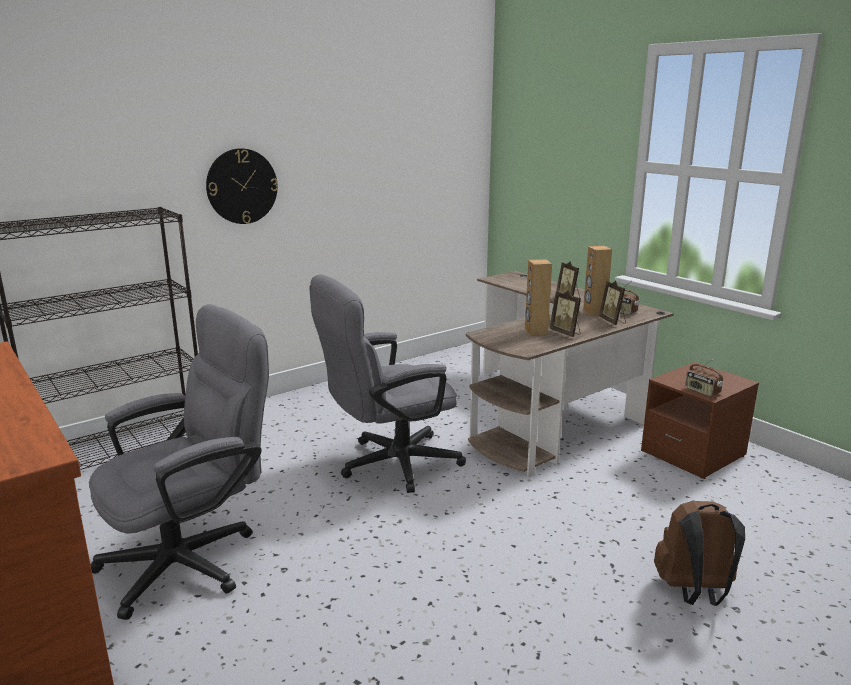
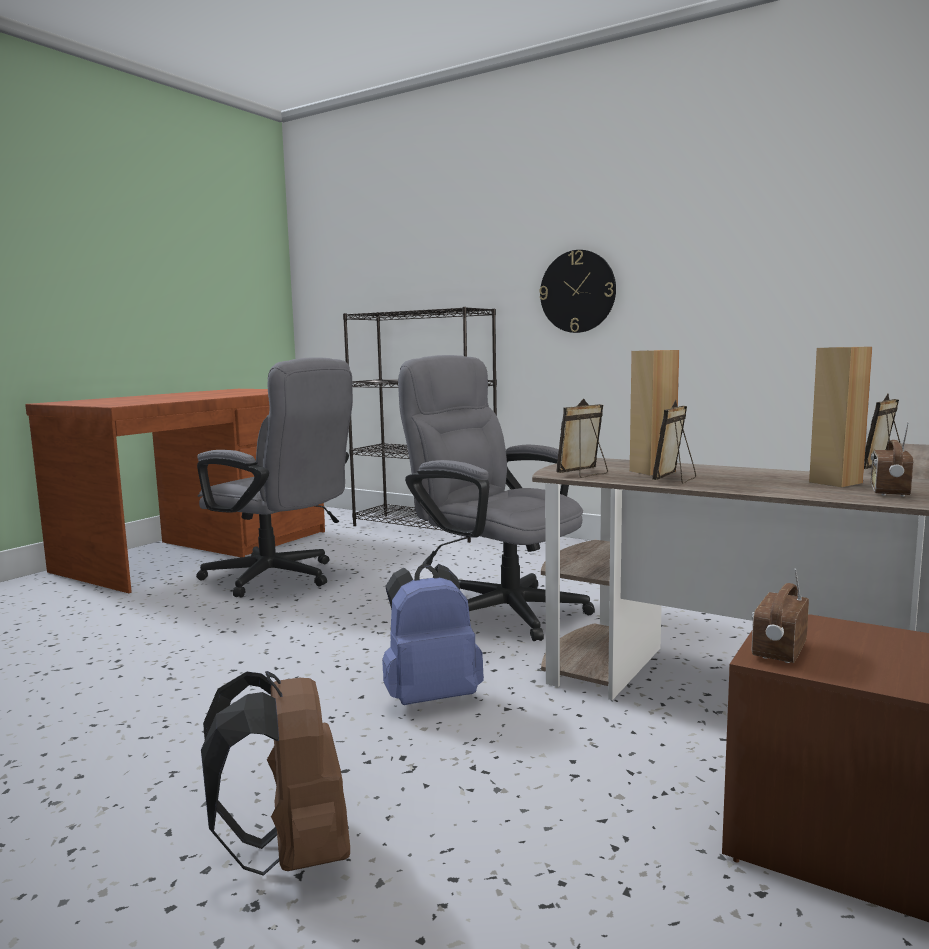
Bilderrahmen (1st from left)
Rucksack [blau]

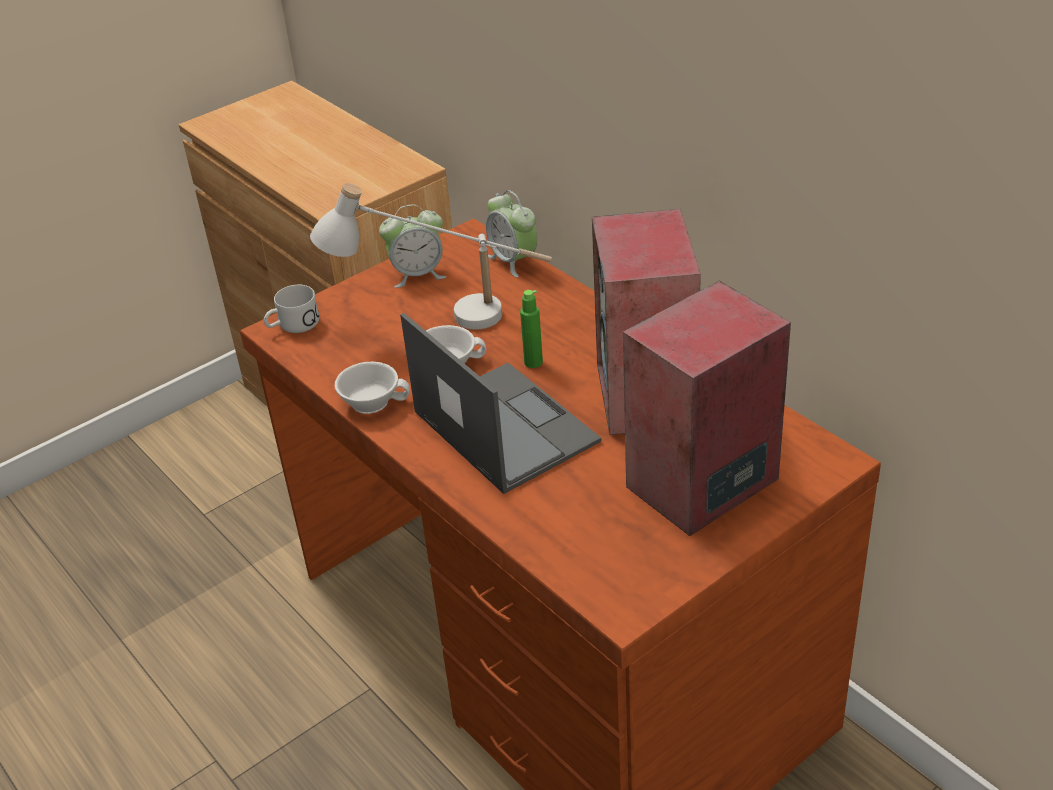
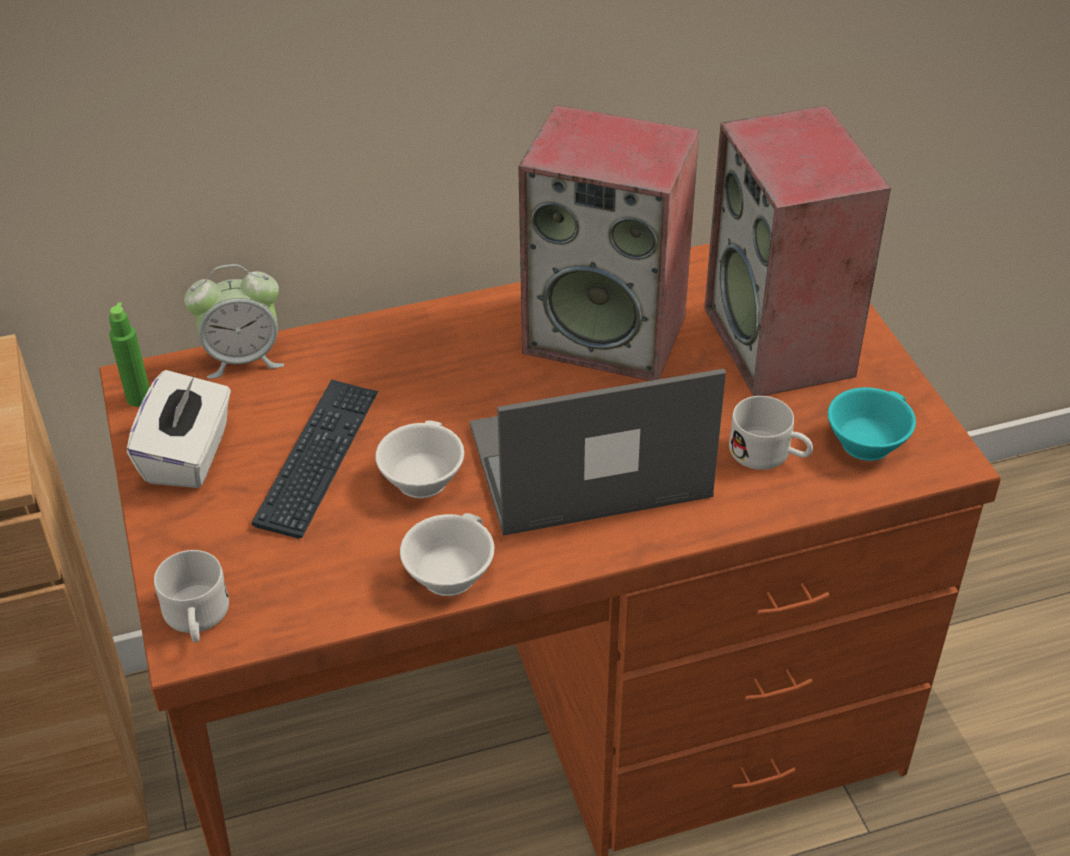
Tastatur
Taschentuchbox [weiß]
Flasche [grün]
Tasse [türkis]
Henkelbecher [weiß] (2nd from left)

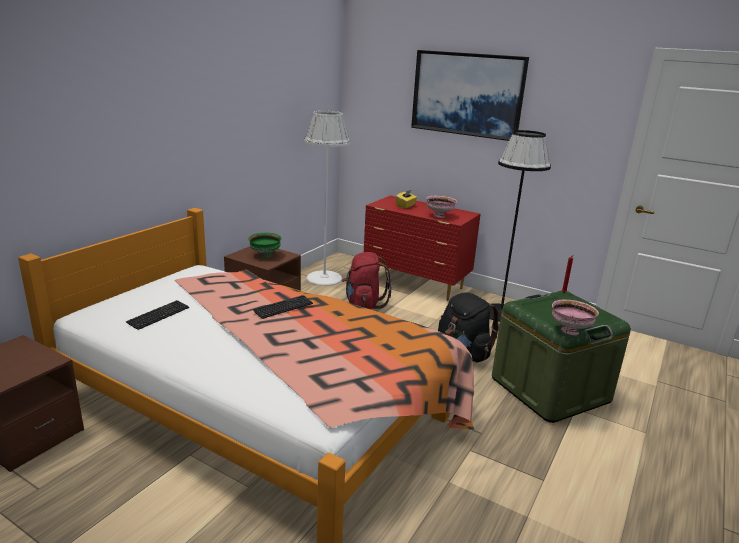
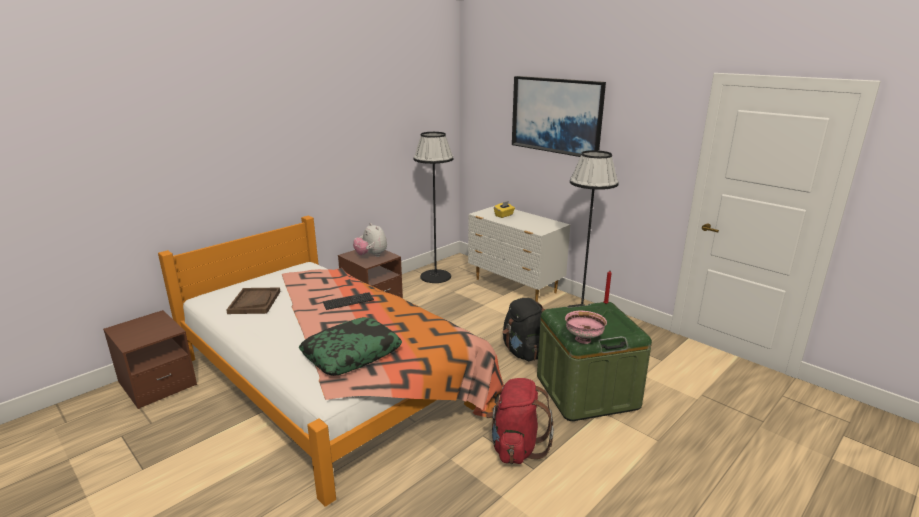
Stehlampe [schwarz] (1st from left)
Kommode [weiß]
Schüssel [rosa] (1st from left in the first image)
Plüschtier
Rucksack [rot]
Tablett [braun]
Kissen

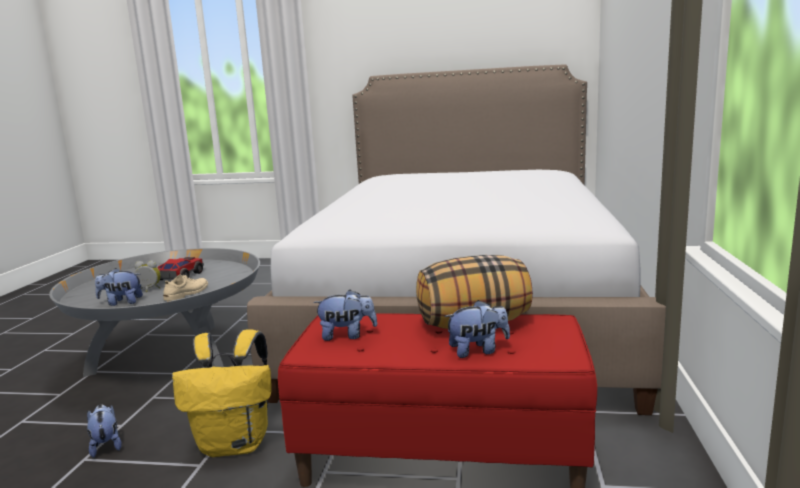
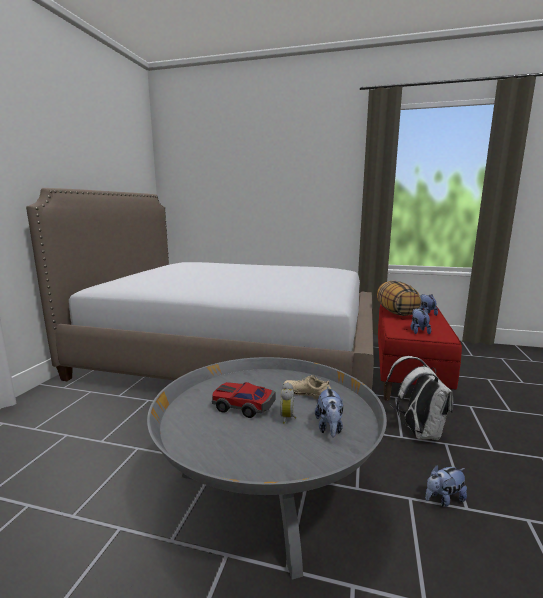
Rucksack [weiß]

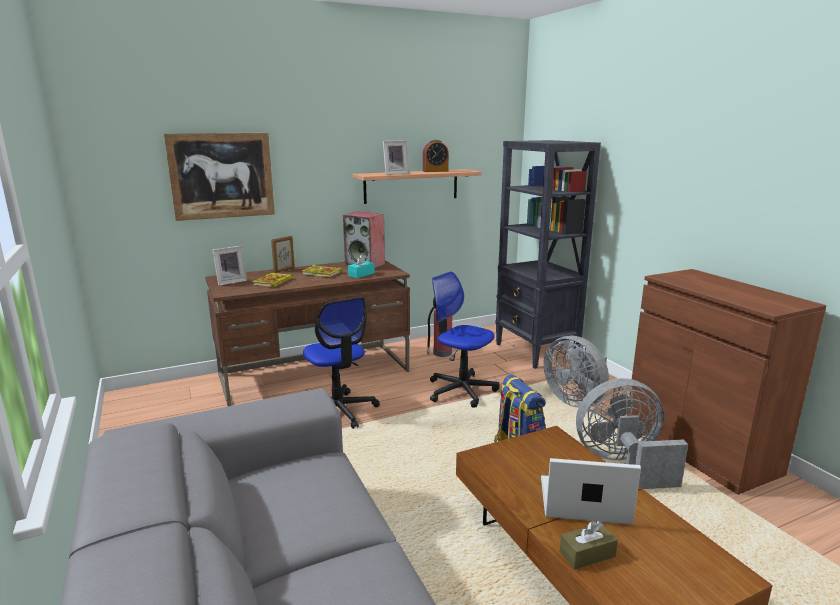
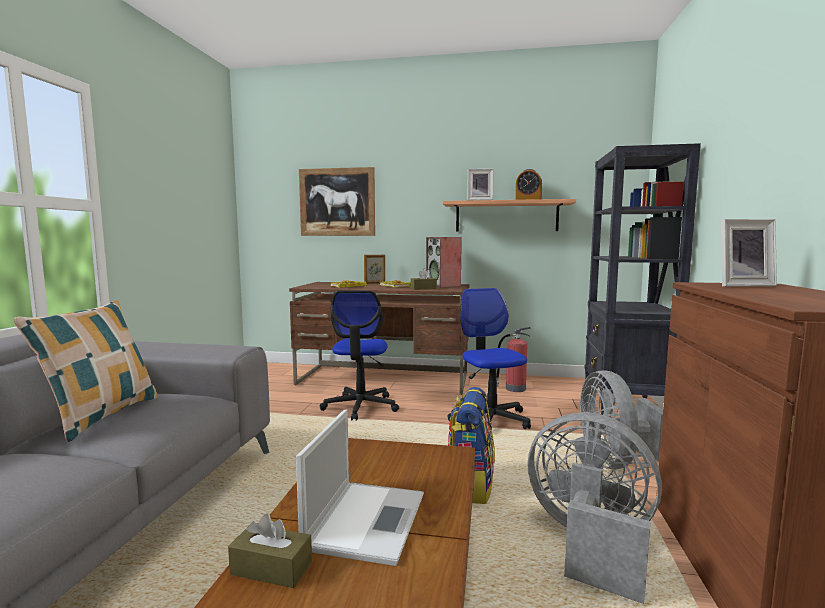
Bilderrahmen (3rd from left)
Taschentuchbox [braun] (2nd from left)
Laptop
Kissen

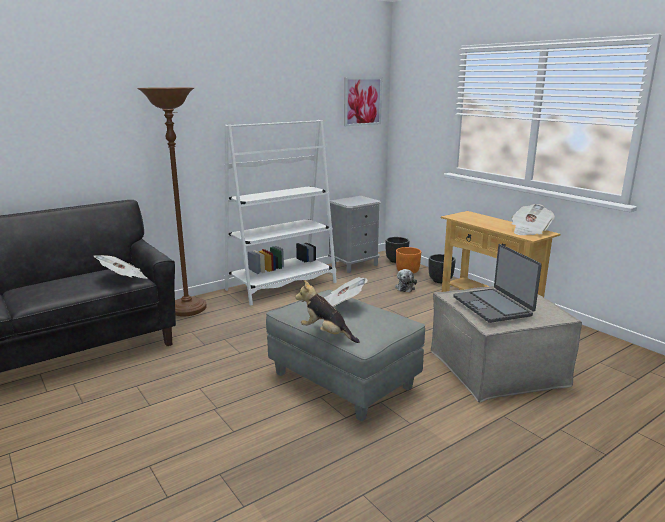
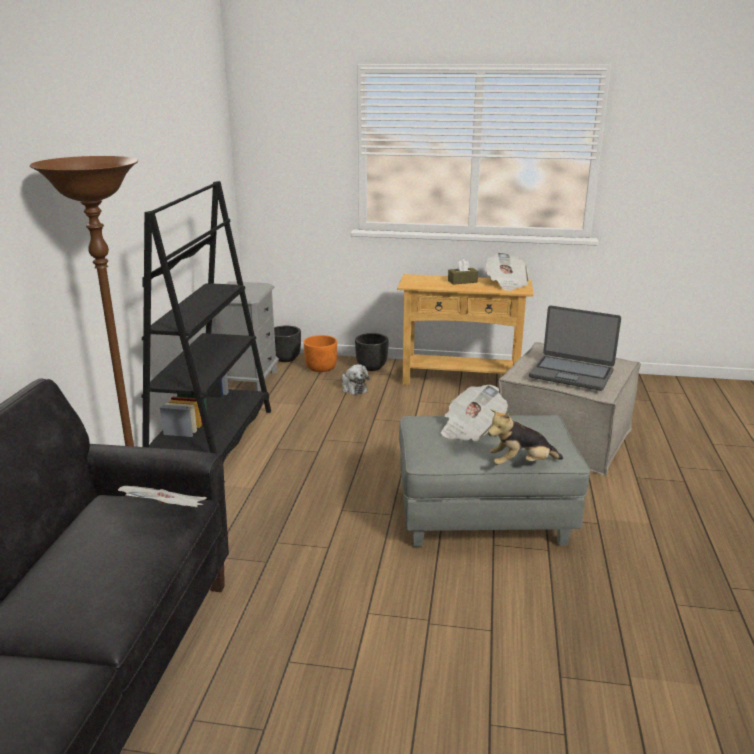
Bild
Bücherregal [schwarz]
Taschentuchbox [braun]

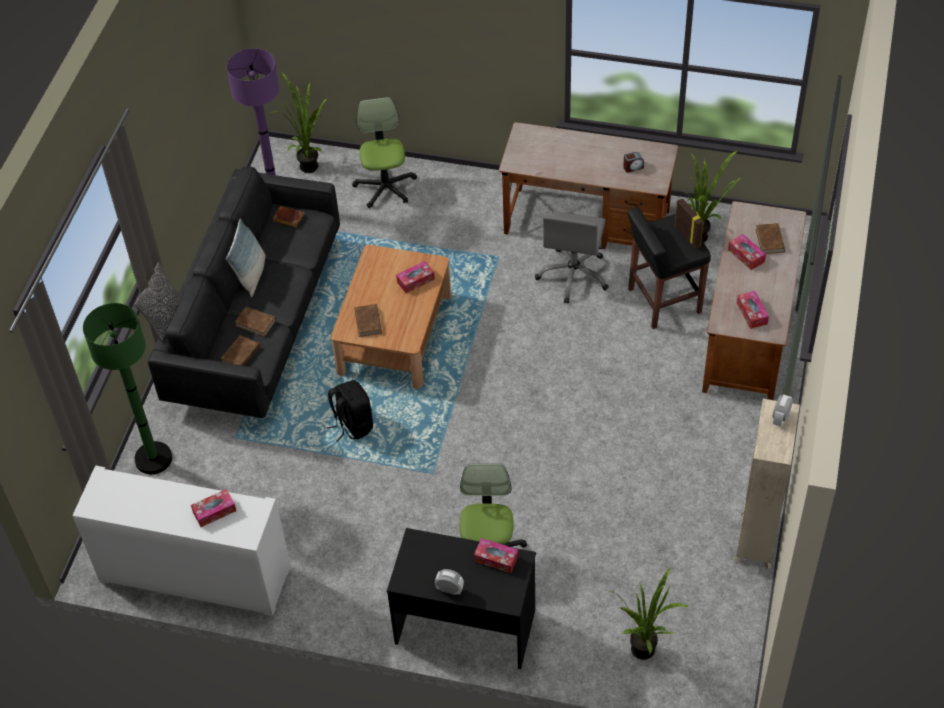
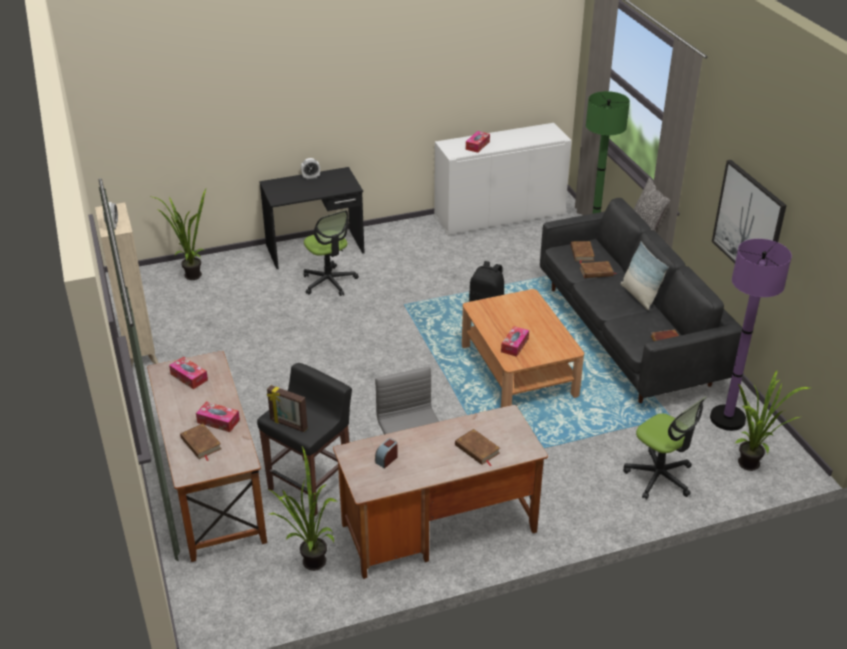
Buch [braun] (2nd from left)
Taschentuchbox (3rd from left in the first image)
Bild

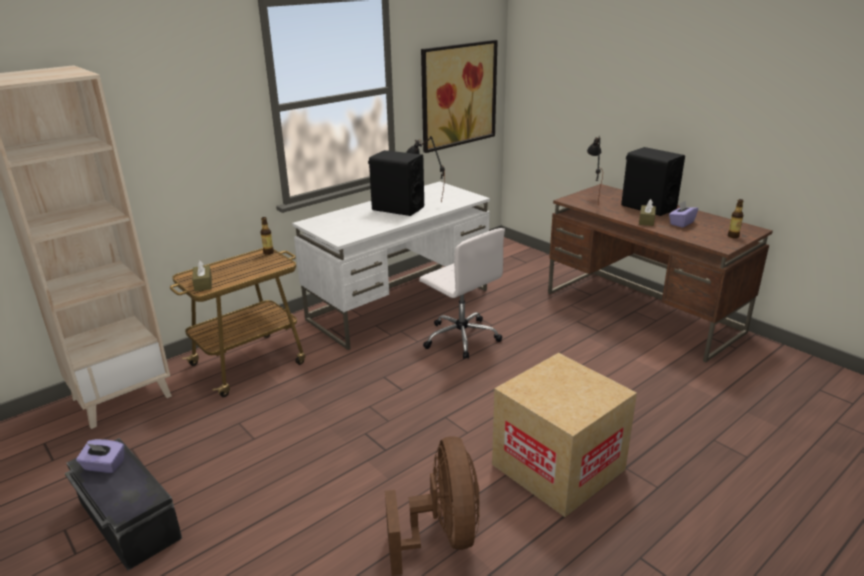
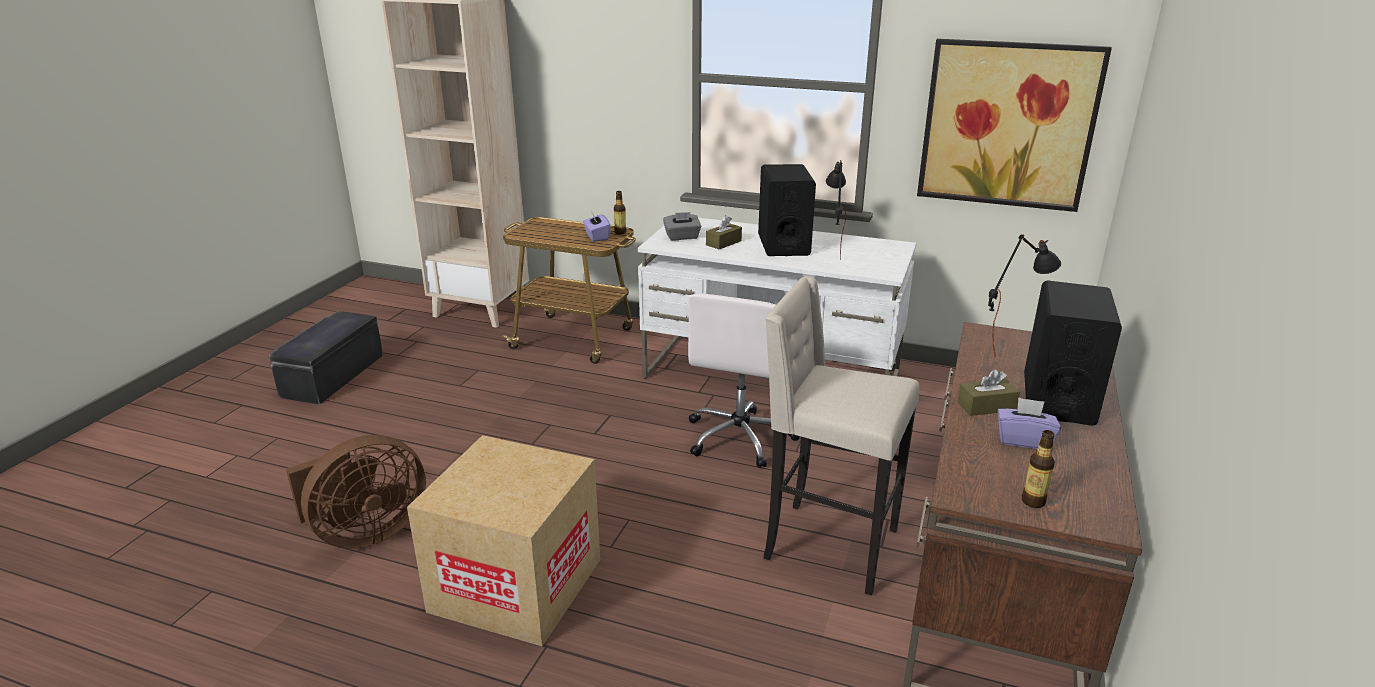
Taschentuchbox [braun] (1st from left)
Taschentuchbox [lila] (1st from left)
Taschentuchbox [grau]
Hocker [beige]

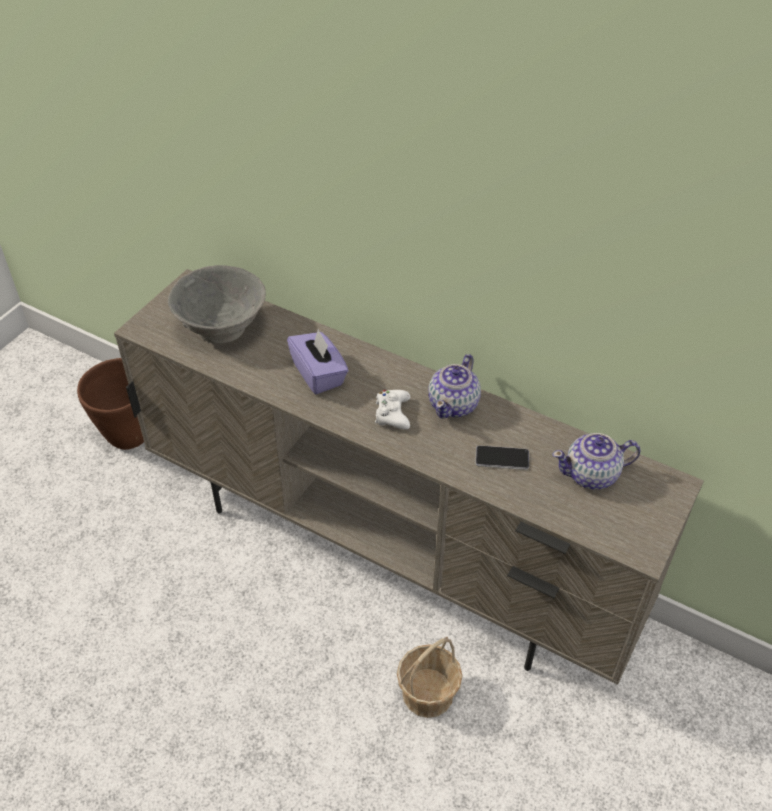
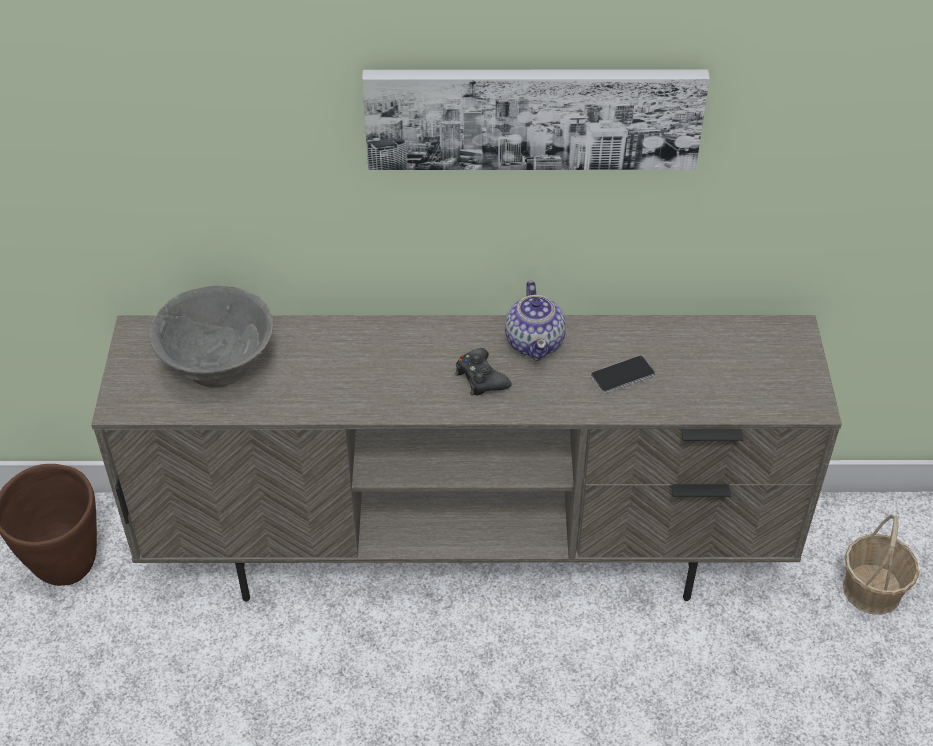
Taschentuchbox [lila]
Gamepad [schwarz]
Teekanne (2nd from left in the first image)
Korb
Bild

